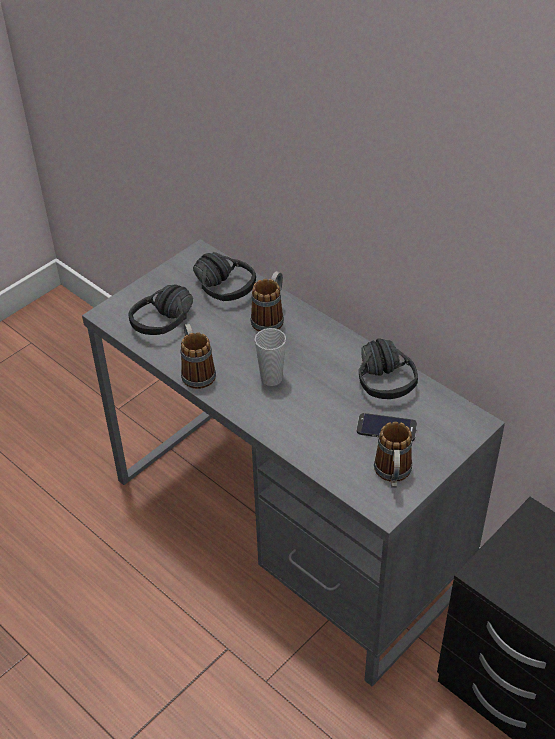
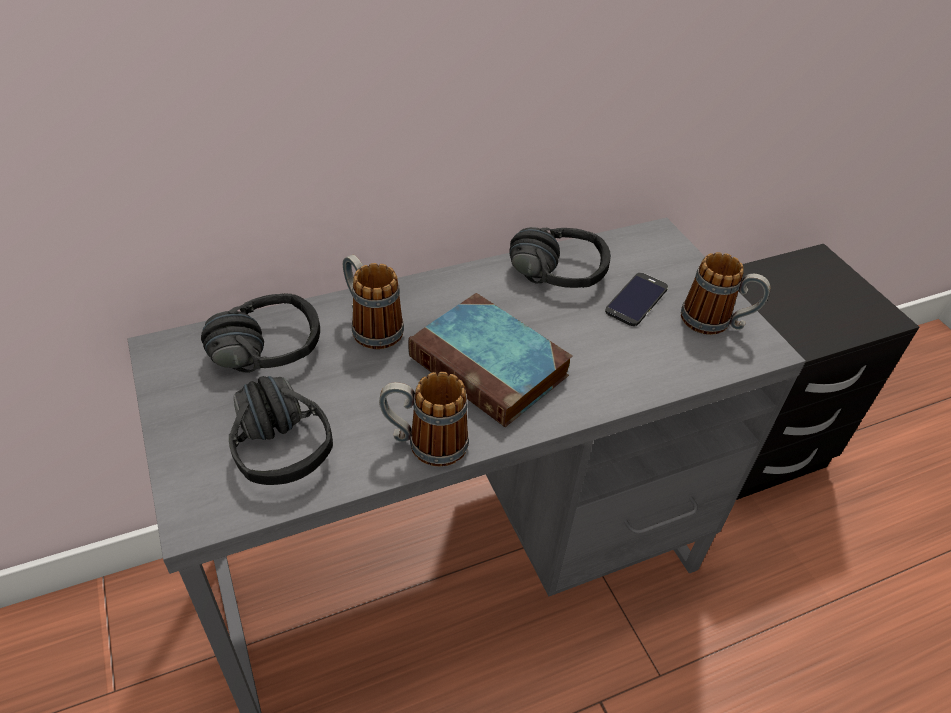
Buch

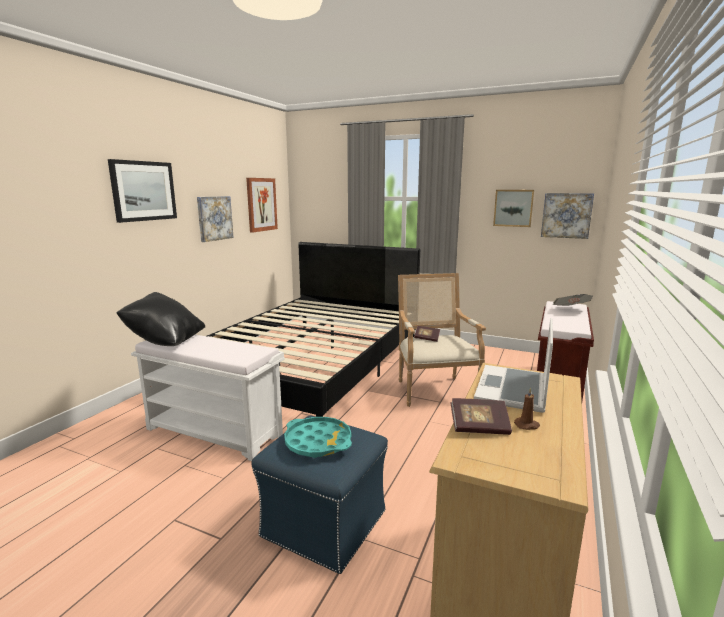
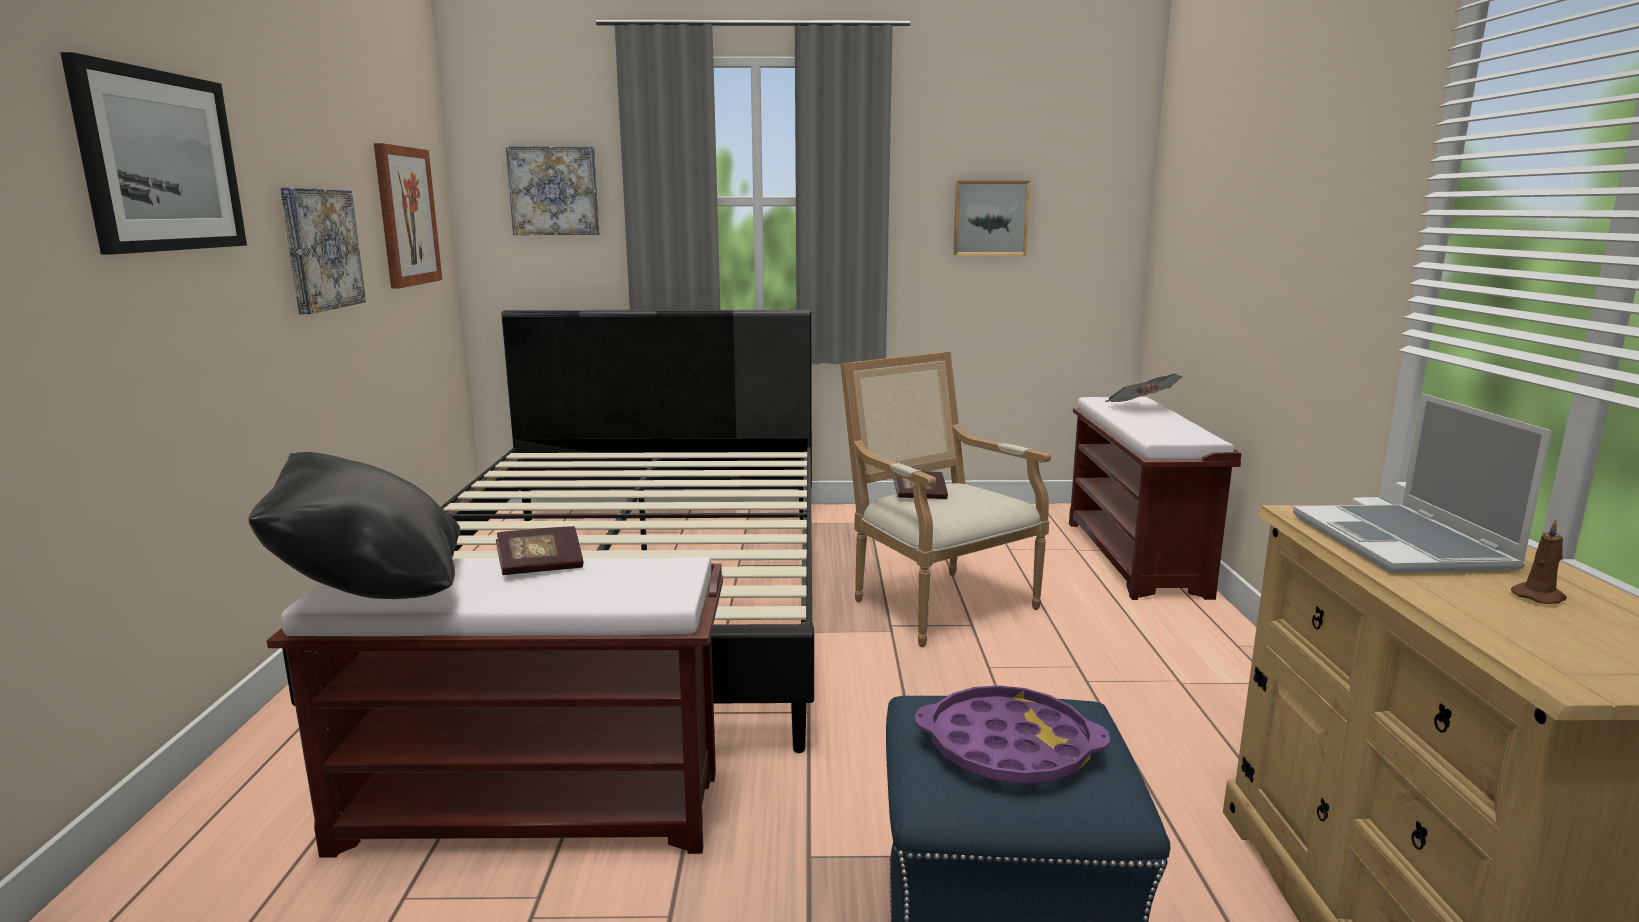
Bild (4th from left)
Bank [braun] (1st from left)
Buch (1st from left)
Tablett [lila]

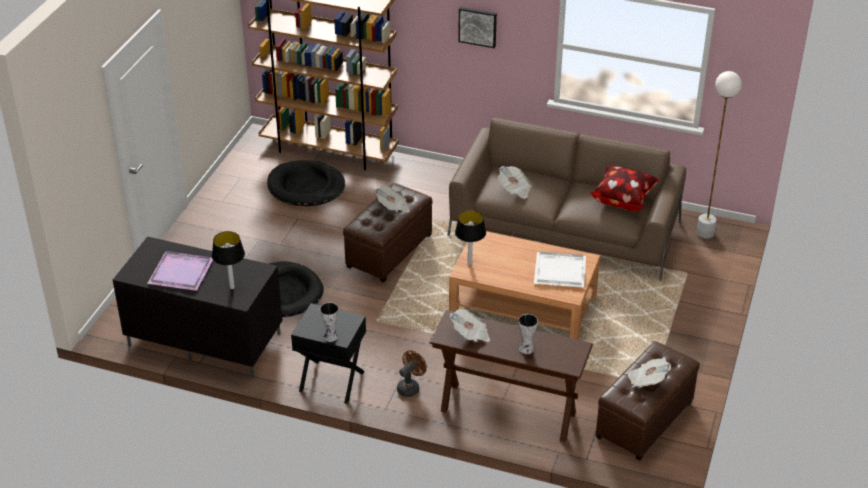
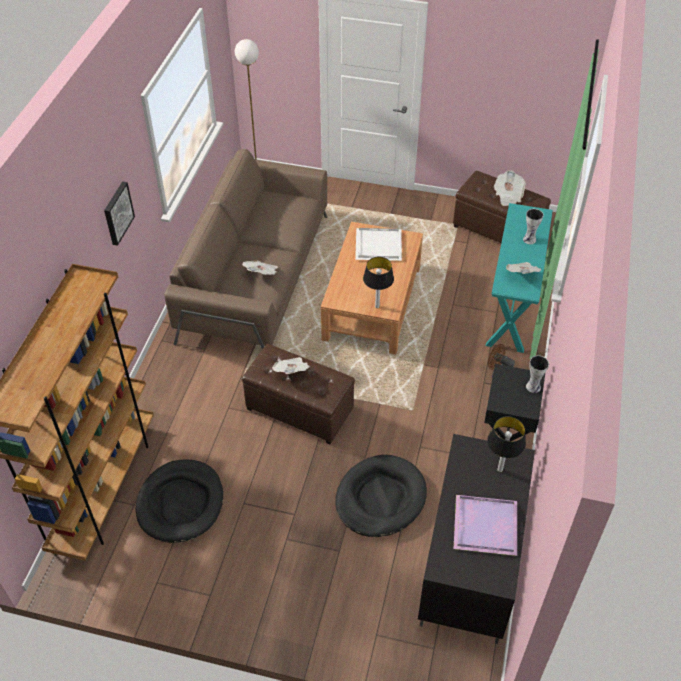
Kissen
Konsolentisch [türkis]

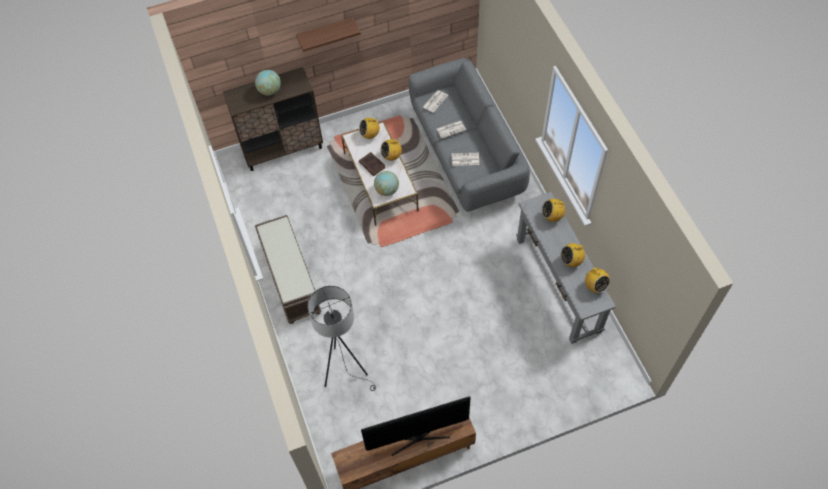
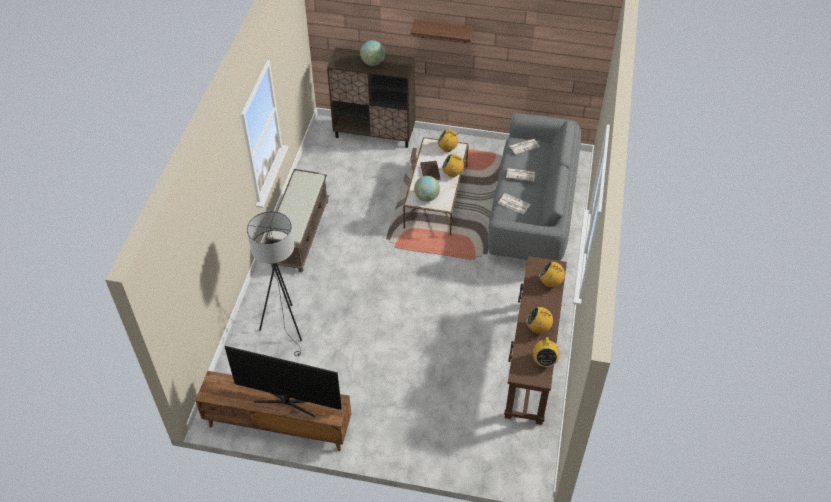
Konsolentisch [braun]

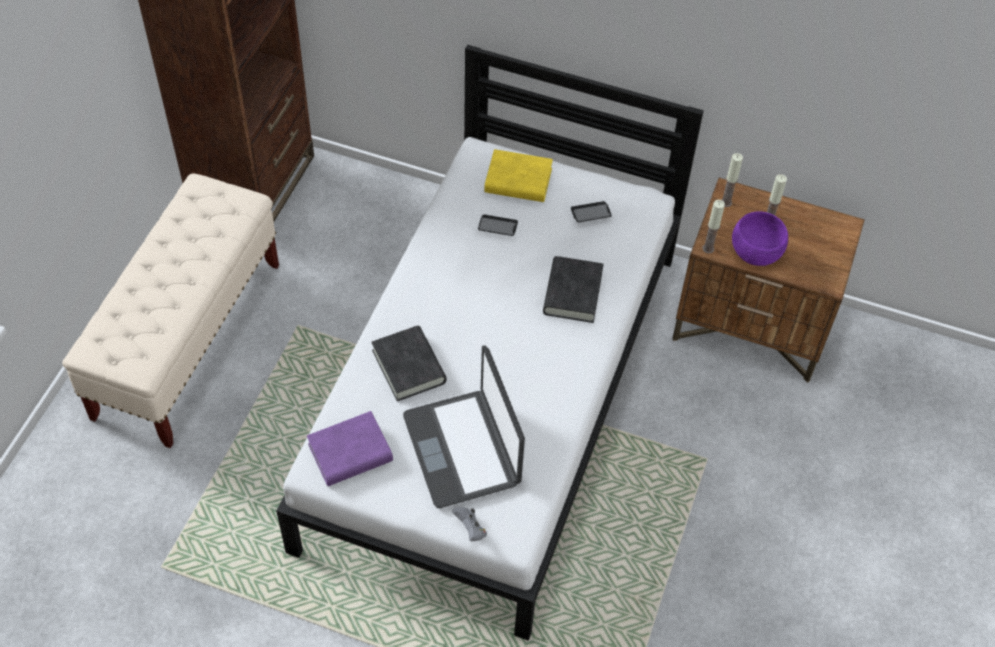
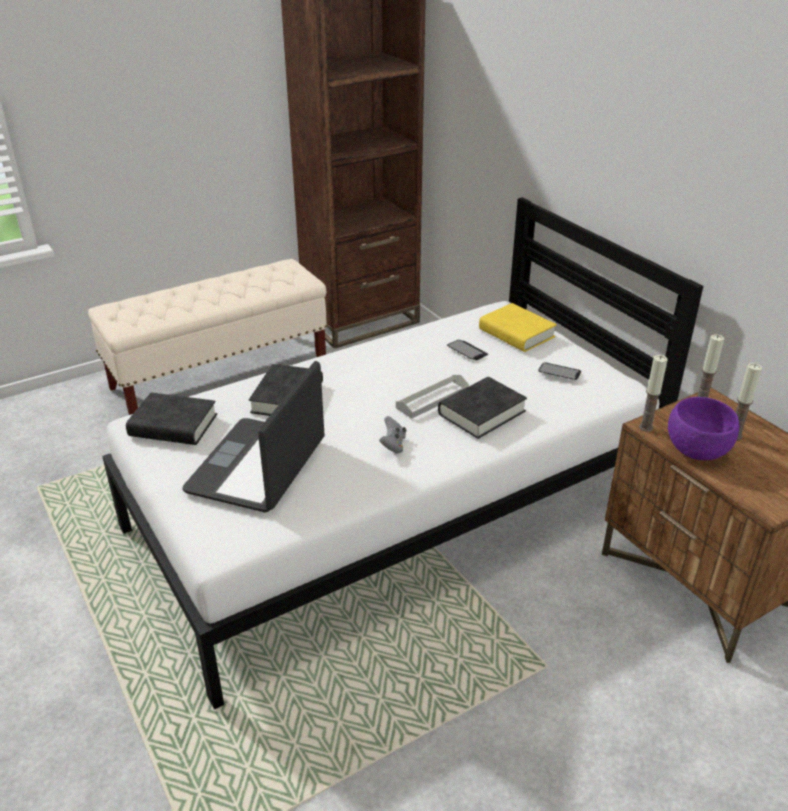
Buch [schwarz] (1st from left)
Gamepad [grau]
Tablett [grau]

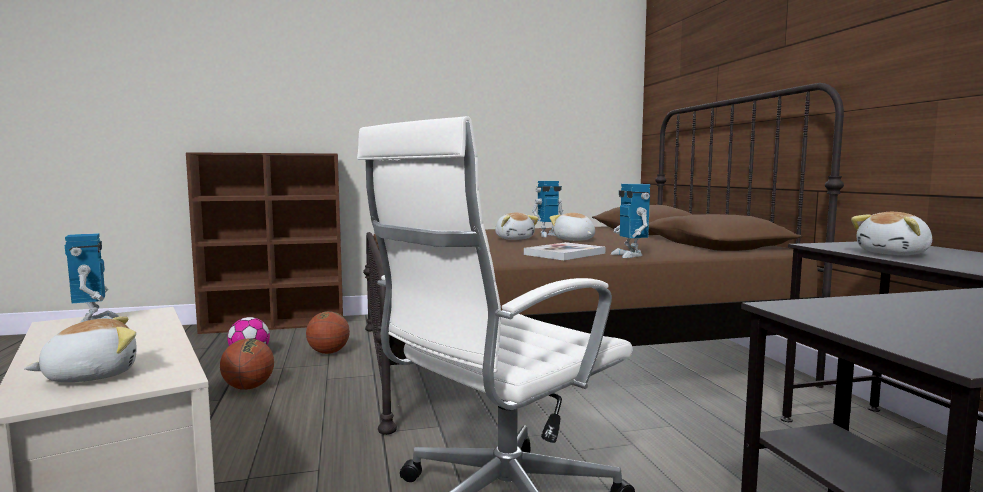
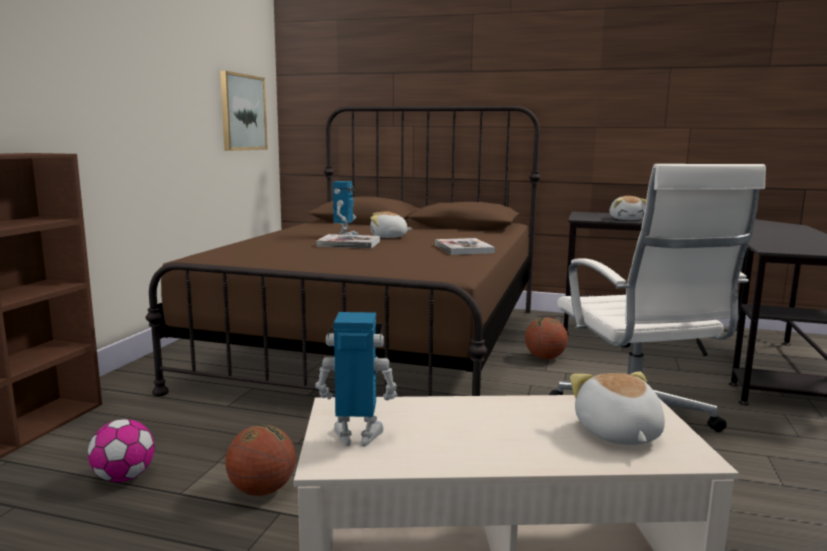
Spielzeugroboter (3rd from left in the first image)
Buch (1st from left)
Basketball (2nd from left)
Bild

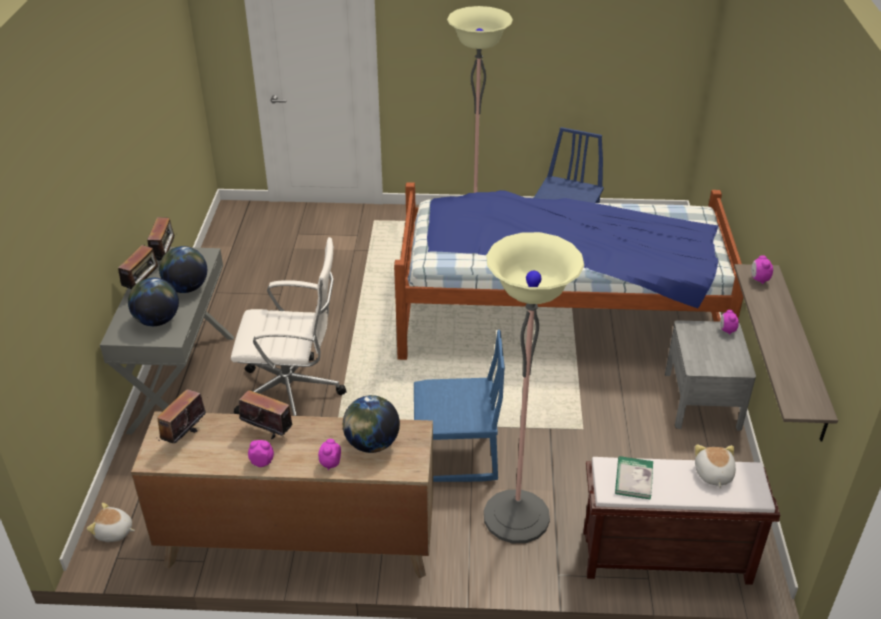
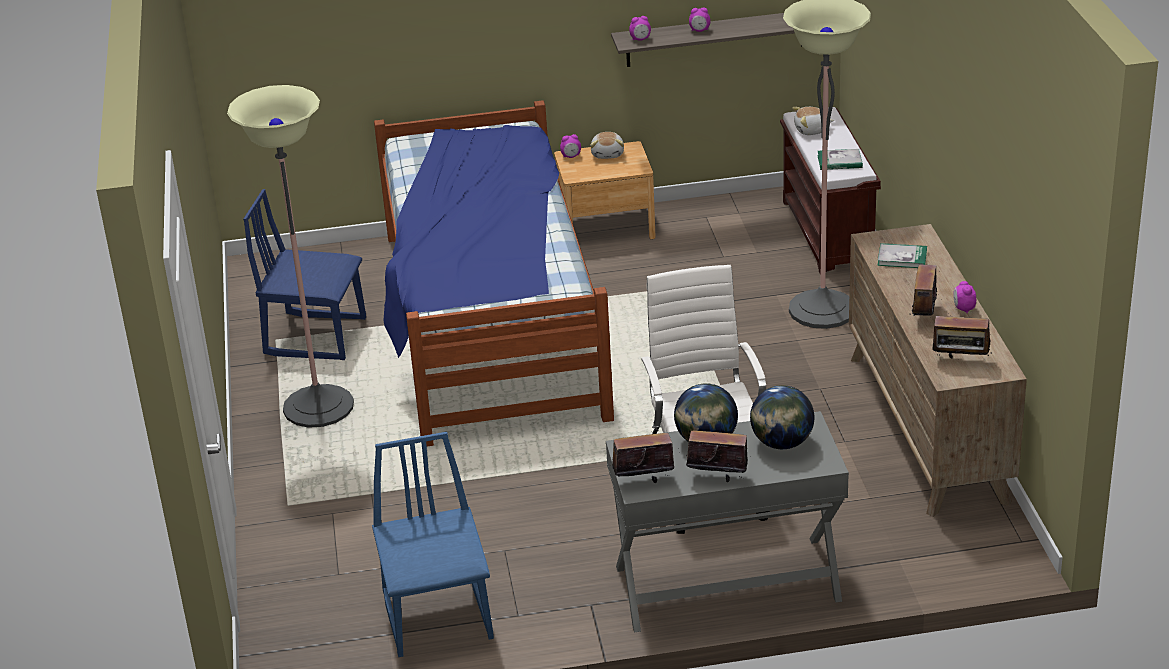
Nachttisch [braun]
Stuhl [blau] (2nd from left)
Buch (2nd from left)
Wecker (3rd from left)
Plüschtier (1st from left)

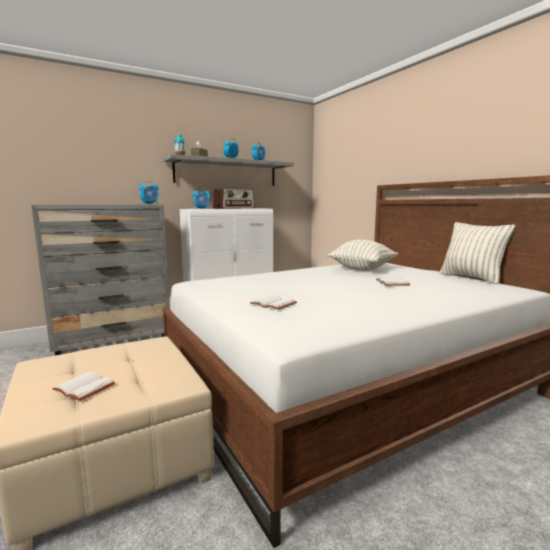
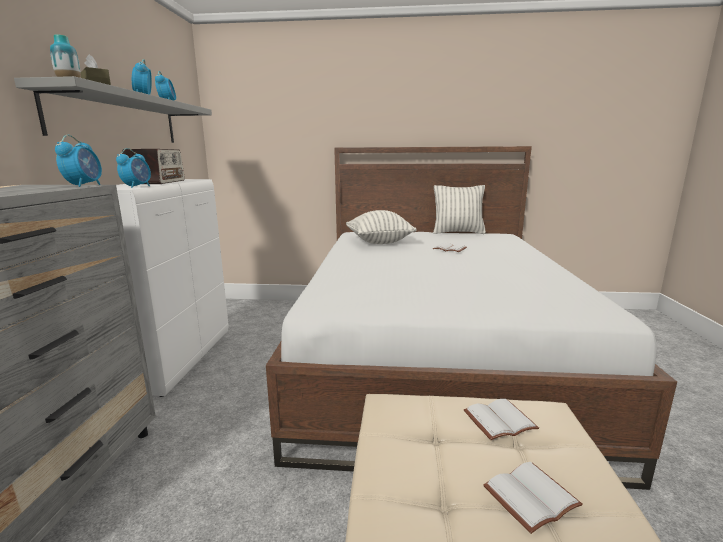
Buch [weiß] (2nd from left)

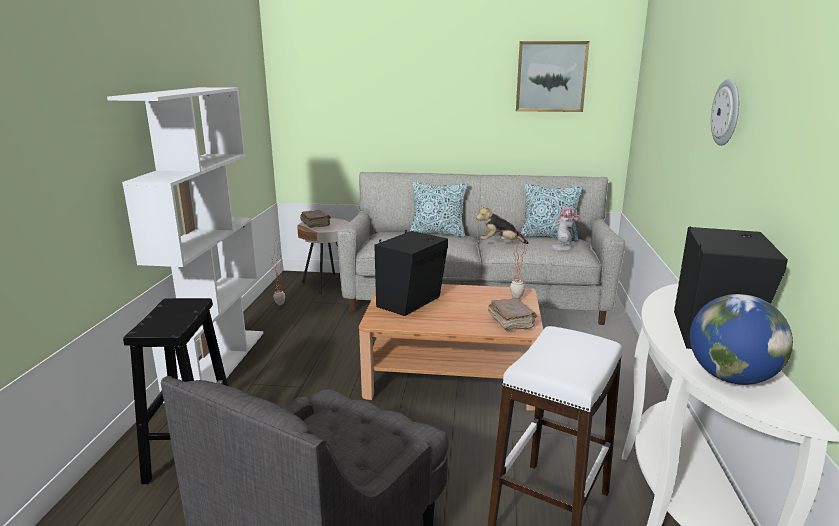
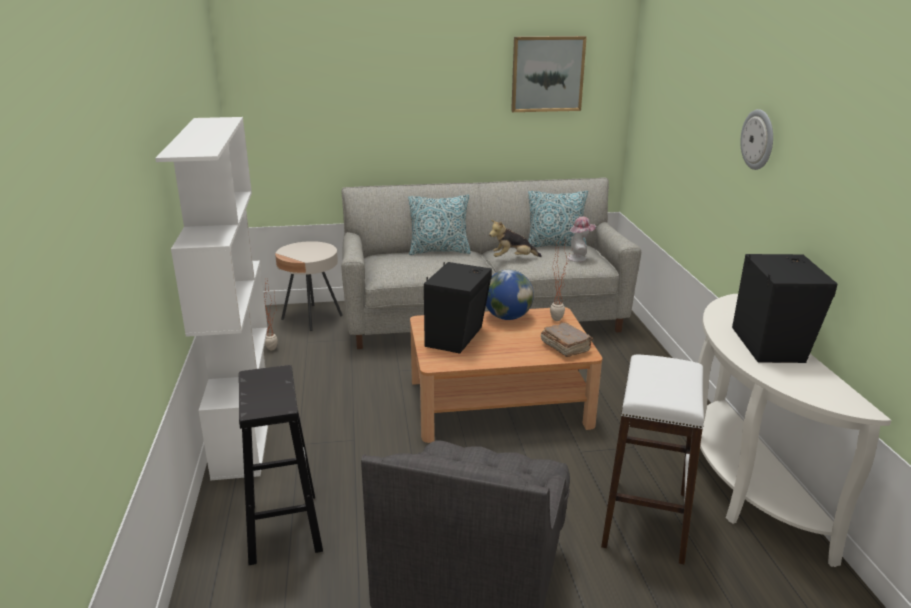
Buch [braun] (1st from left in the first image)
Globus

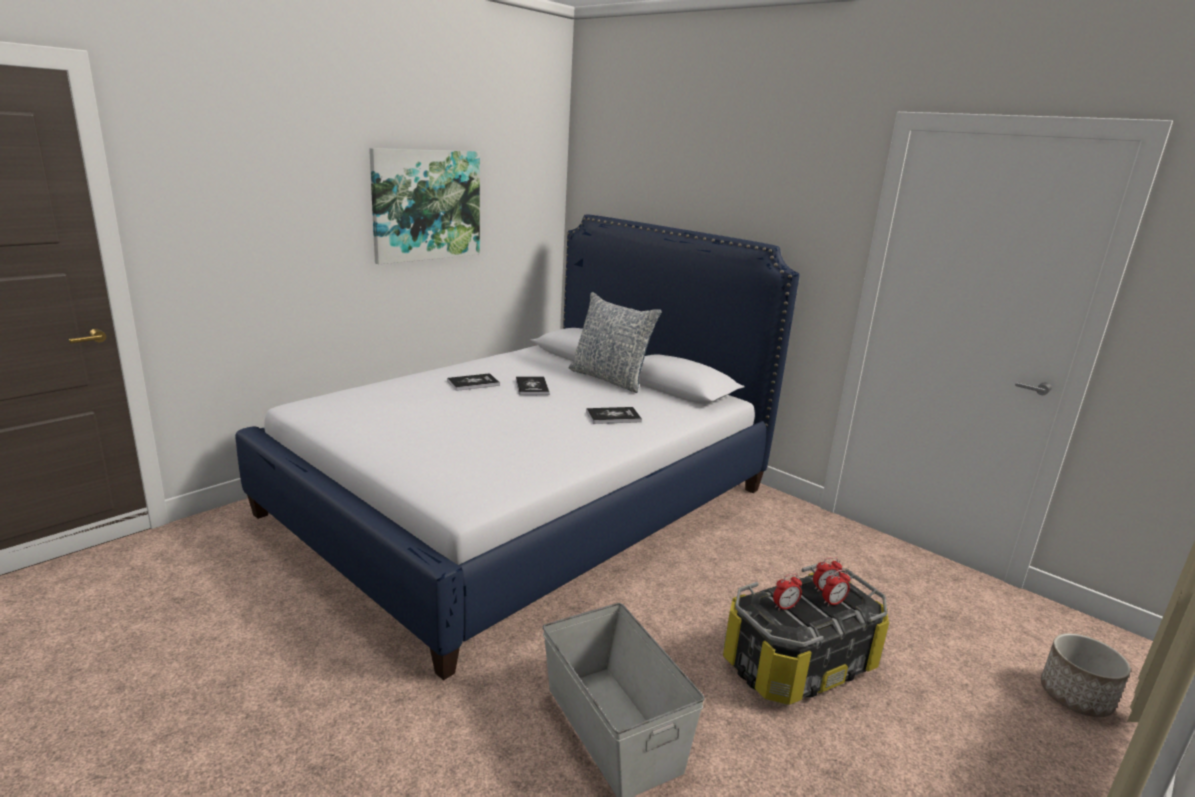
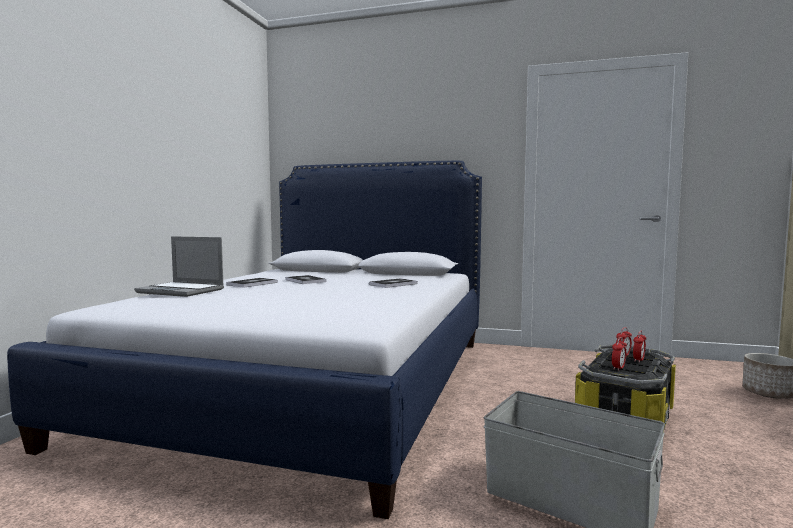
Bild
Kissen
Laptop

